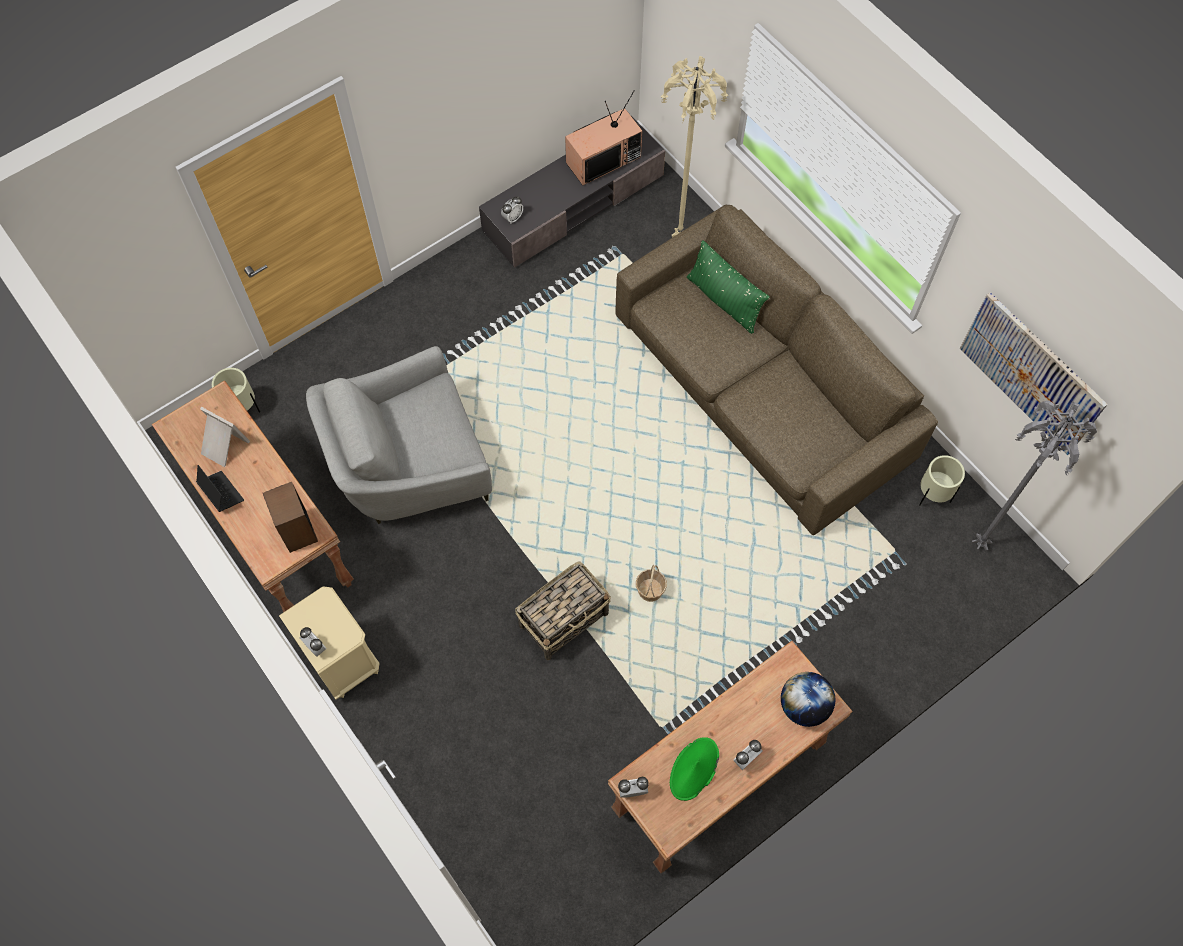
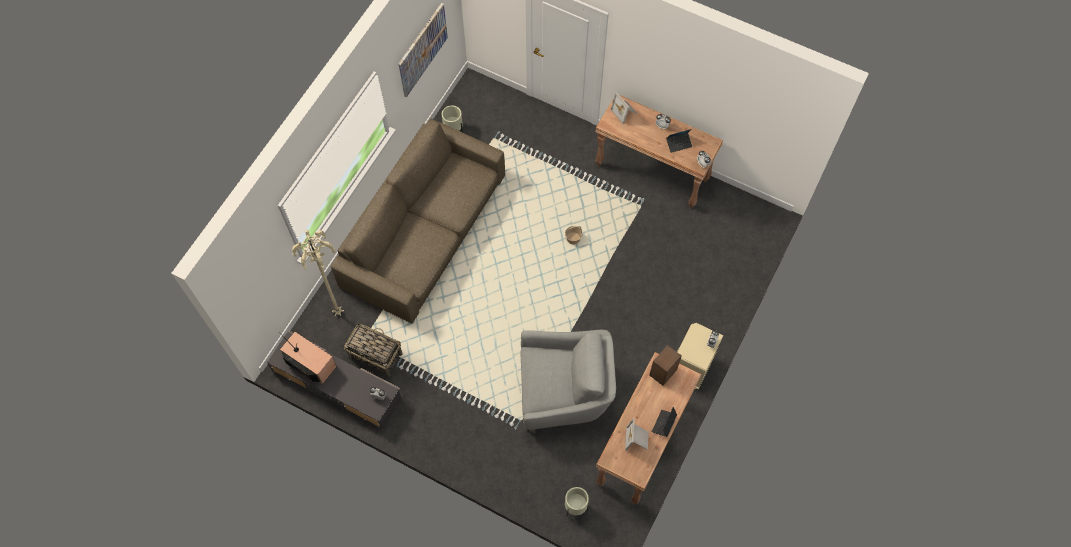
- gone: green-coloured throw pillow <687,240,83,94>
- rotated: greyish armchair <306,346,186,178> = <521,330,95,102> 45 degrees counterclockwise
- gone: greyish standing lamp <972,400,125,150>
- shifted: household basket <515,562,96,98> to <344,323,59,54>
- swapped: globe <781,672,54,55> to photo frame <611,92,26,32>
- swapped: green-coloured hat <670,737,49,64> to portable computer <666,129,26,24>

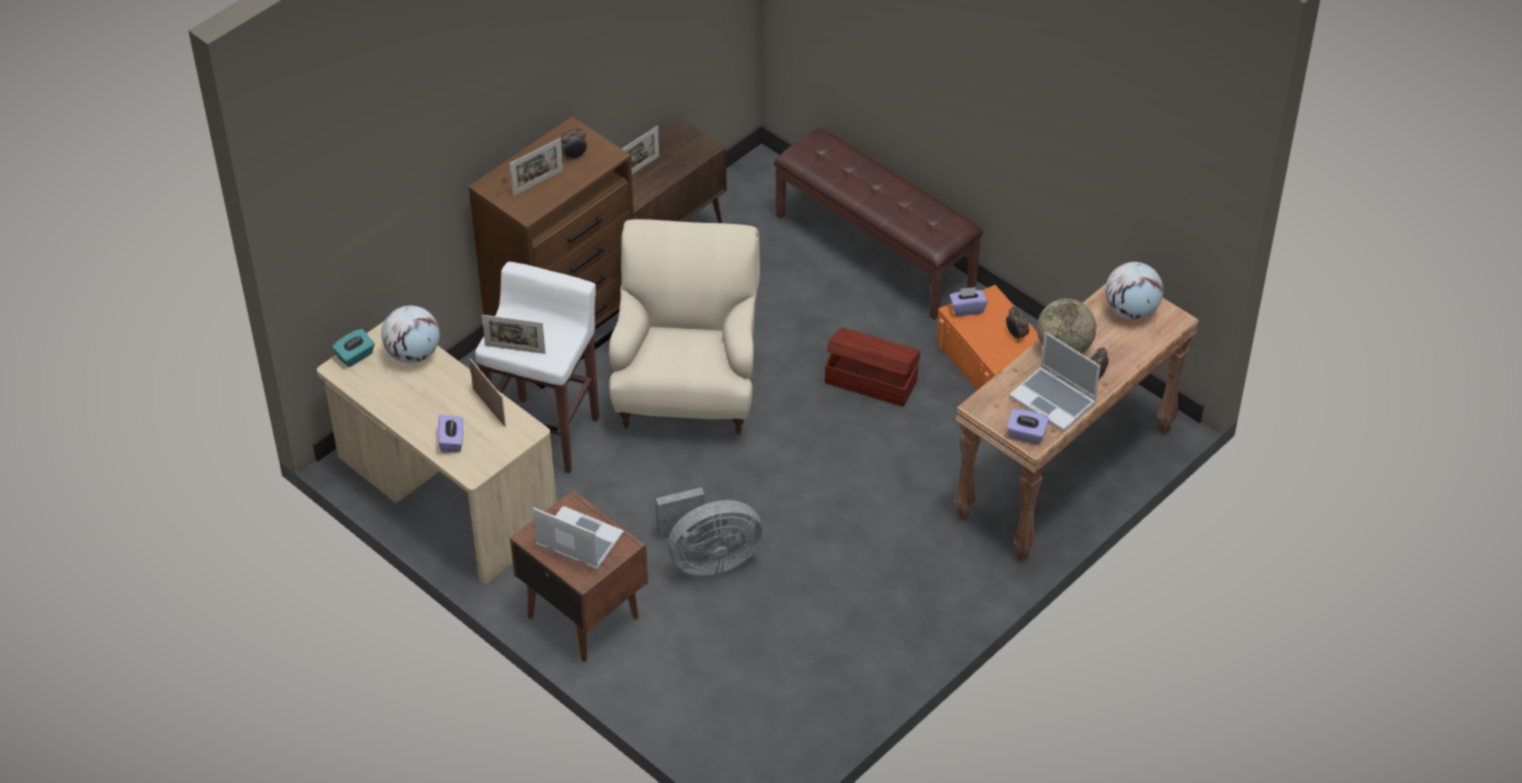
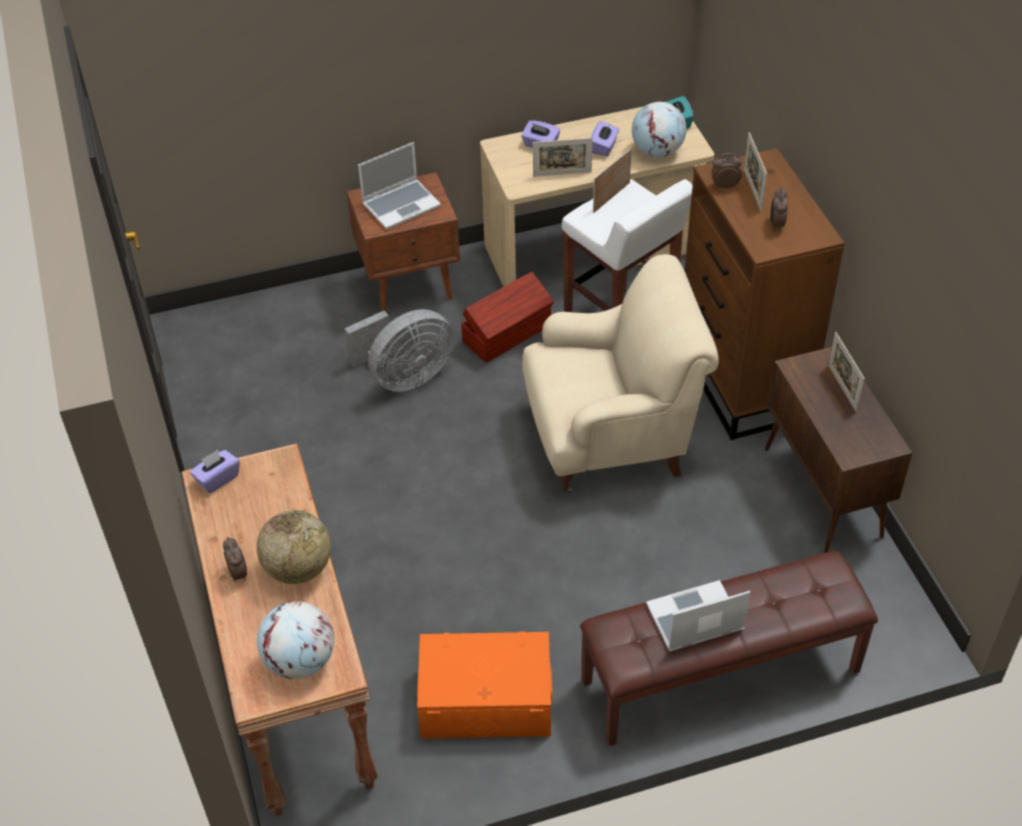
- rotated: sand-coloured armchair <609,219,151,216> = <522,254,197,239> 45 degrees counterclockwise
- shifted: purplish tissue box <949,287,39,29> to <591,121,28,35>
- shifted: alarm clock <1006,306,23,36> to <712,153,30,36>
- shifted: brown storage box <825,327,96,80> to <461,271,93,92>
- shifted: portable computer <1009,332,91,99> to <646,580,104,72>
- rotated: greyish fan <656,487,107,89> = <344,309,110,83> 135 degrees counterclockwise

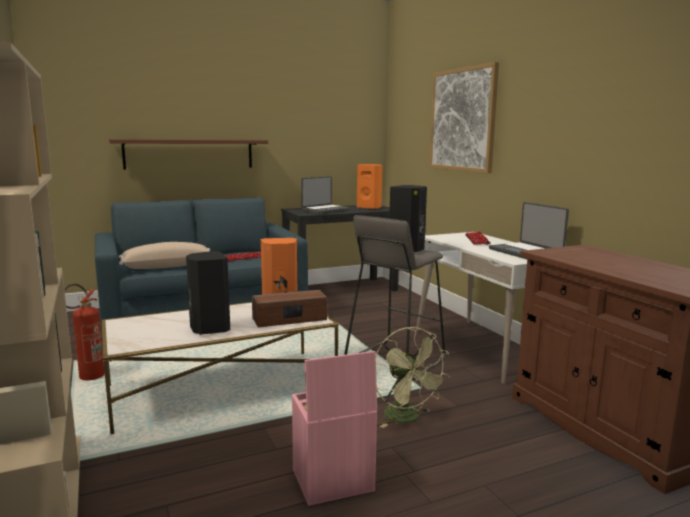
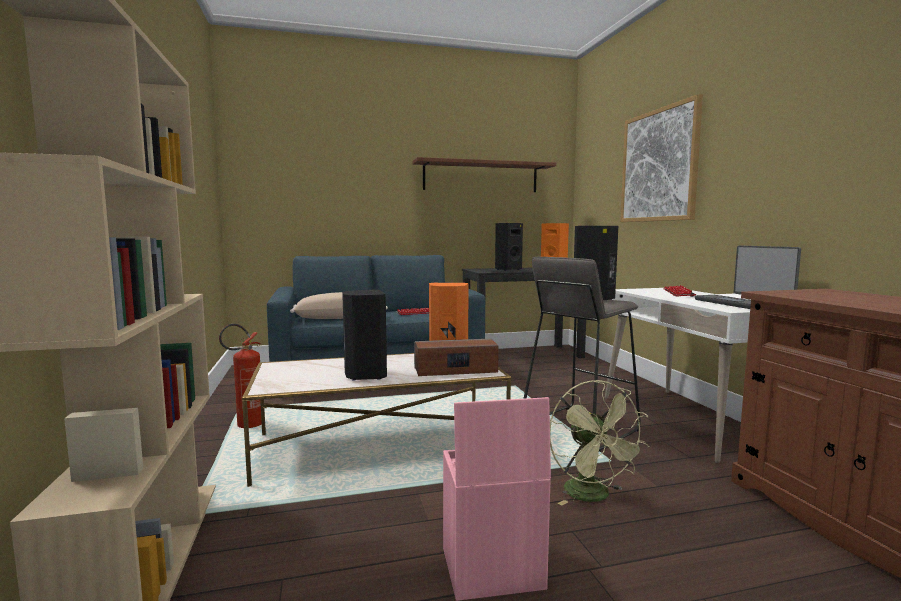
- shifted: brown bracket shelf <109,139,159,31> to <412,157,145,35>
- swapped: portable computer <301,176,50,38> to blackish speaker <495,223,28,48>

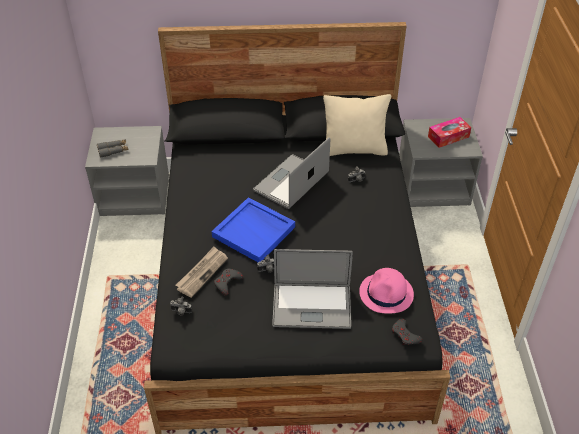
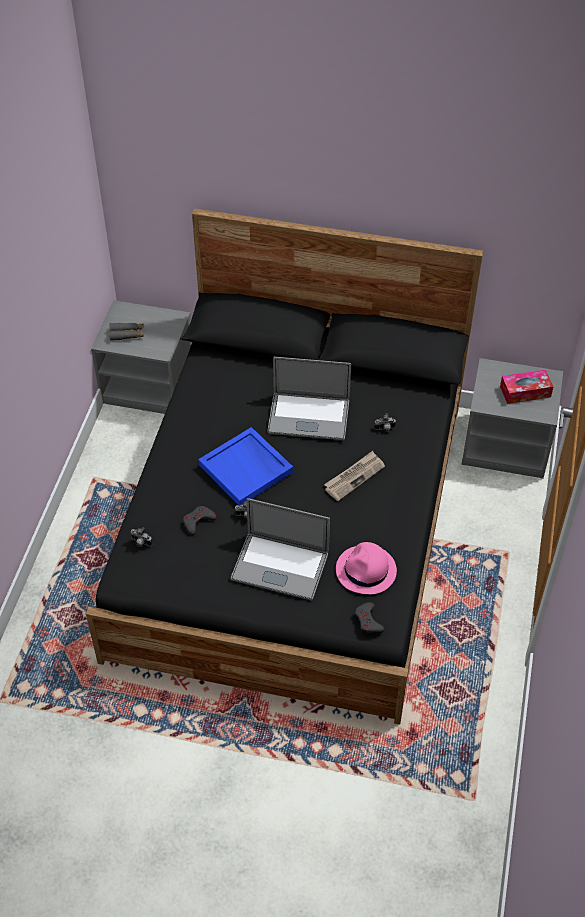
- gone: sand-coloured throw pillow <323,94,68,62>
- rotated: portable computer <253,137,77,72> = <267,357,84,83> 135 degrees counterclockwise
- shifted: newspaper <176,247,52,51> to <324,451,61,50>

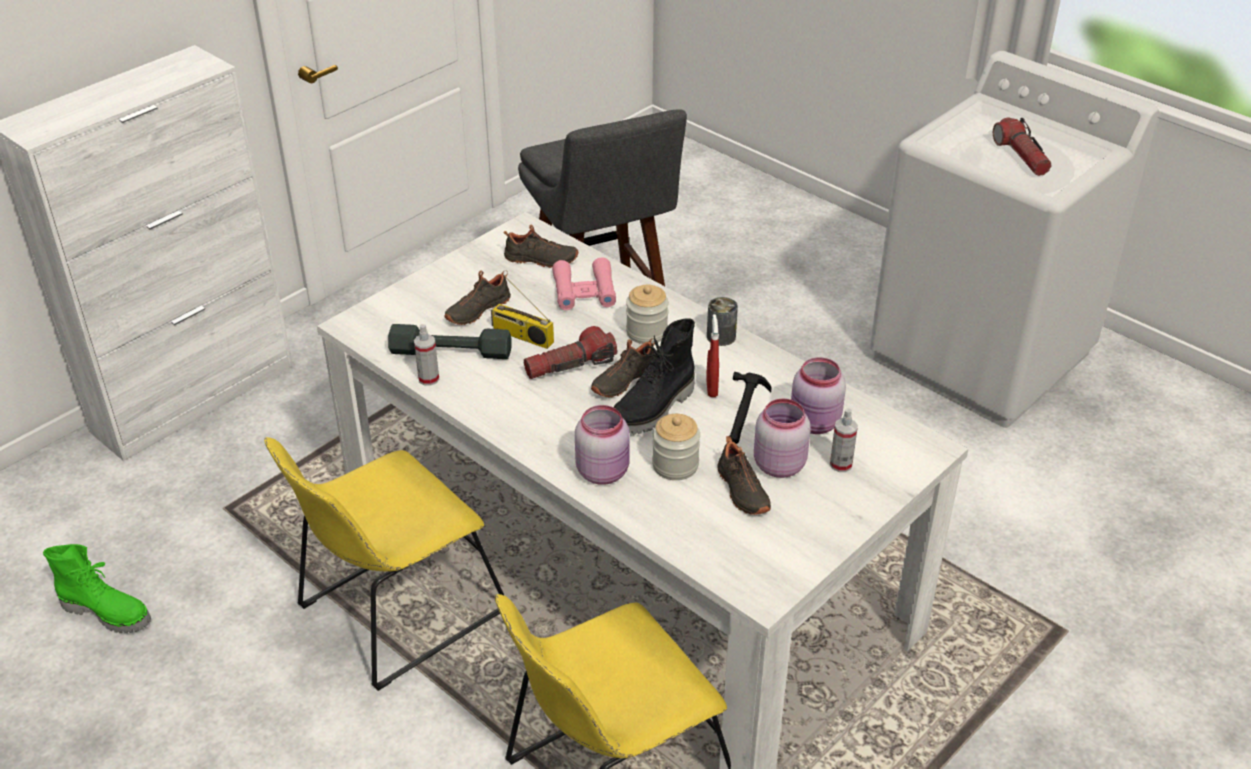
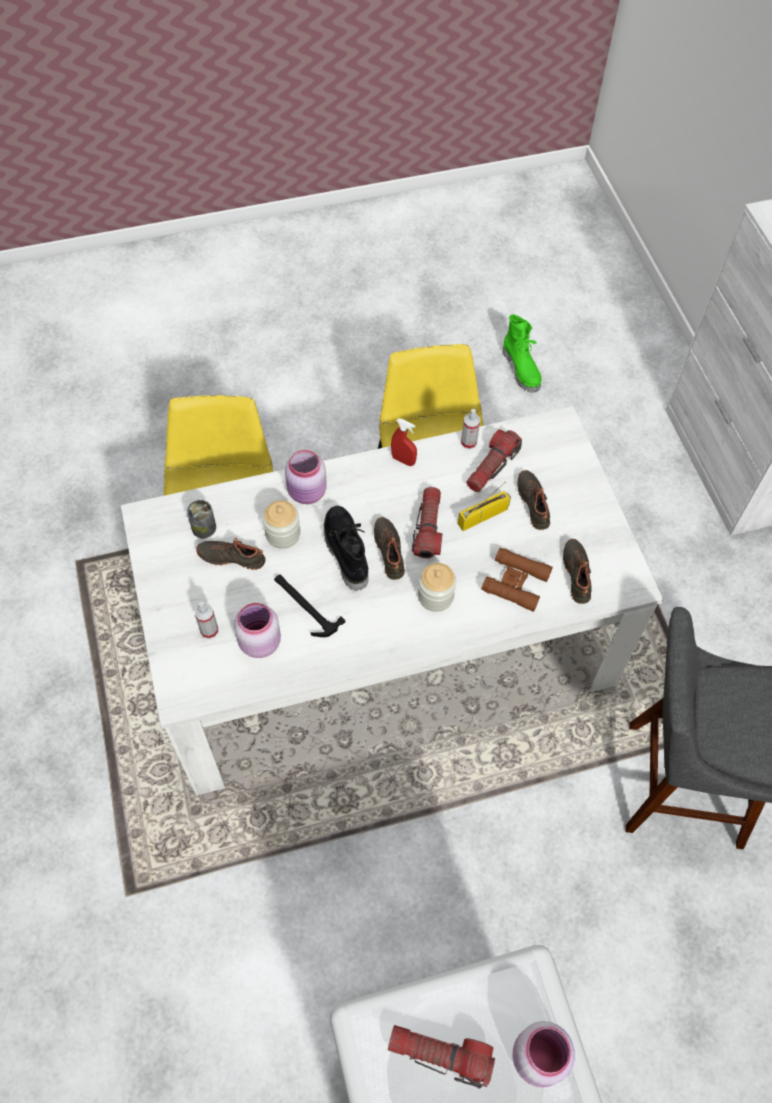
- rotated: blackish item of footwear <503,225,75,43> = <563,539,29,65> 135 degrees clockwise
- repainted: pink binoculars <552,258,64,52> to brown binoculars <481,548,72,64>
- shifted: can <707,297,31,49> to <187,500,29,38>
- shifted: red-coloured hand sprayer <706,314,13,83> to <391,418,26,48>
- swapped: greyish free weight <388,324,124,35> to hand torch <466,429,56,63>
- shifted: pink storage jar <754,399,57,79> to <512,1021,63,66>
- rotated: green-coloured high-top boot <43,544,108,89> = <502,314,40,78> 75 degrees counterclockwise

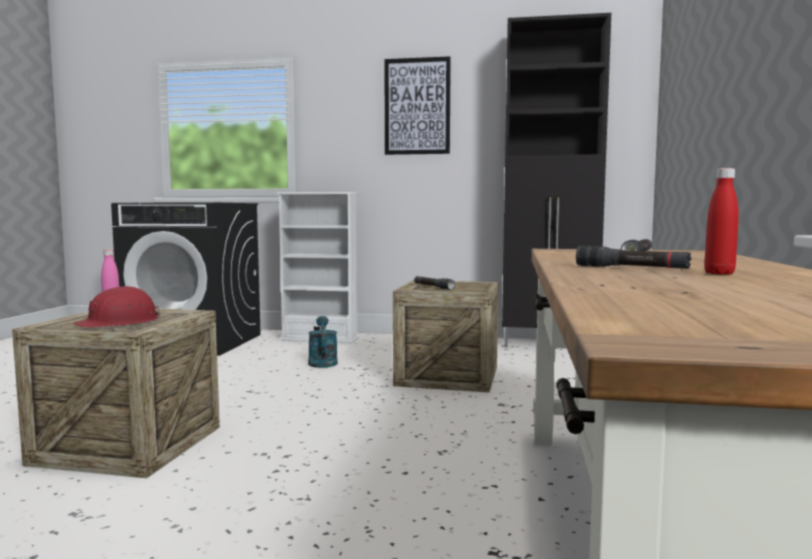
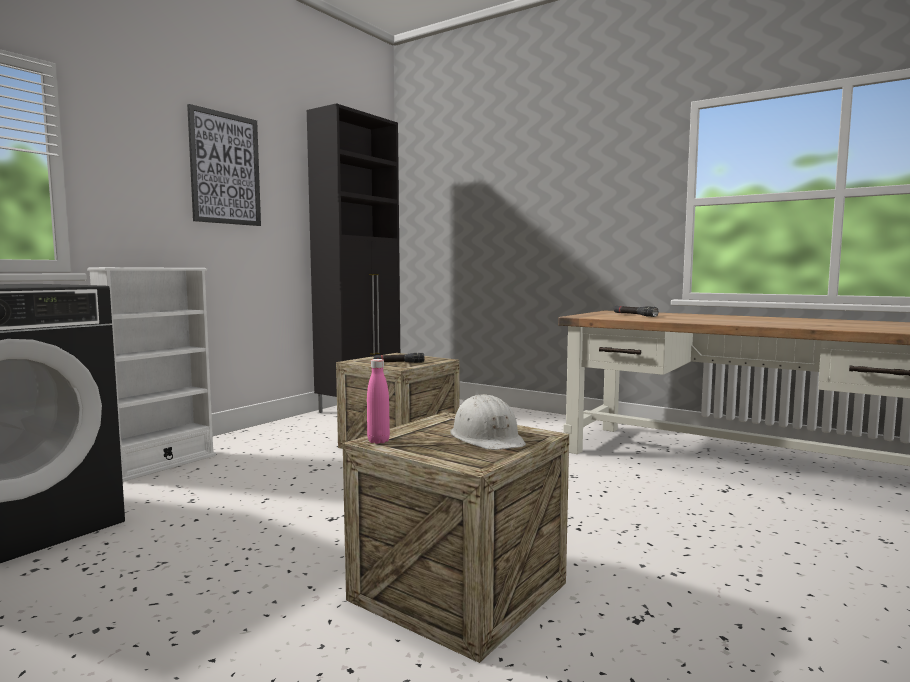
- gone: red-coloured bottle <704,168,35,107>
- gone: blackish hand torch <576,246,116,23>
- repainted: red-coloured safety helmet <73,286,87,42> to white-coloured safety helmet <450,394,76,56>
- gone: turquoise-coloured watering can <308,316,30,52>

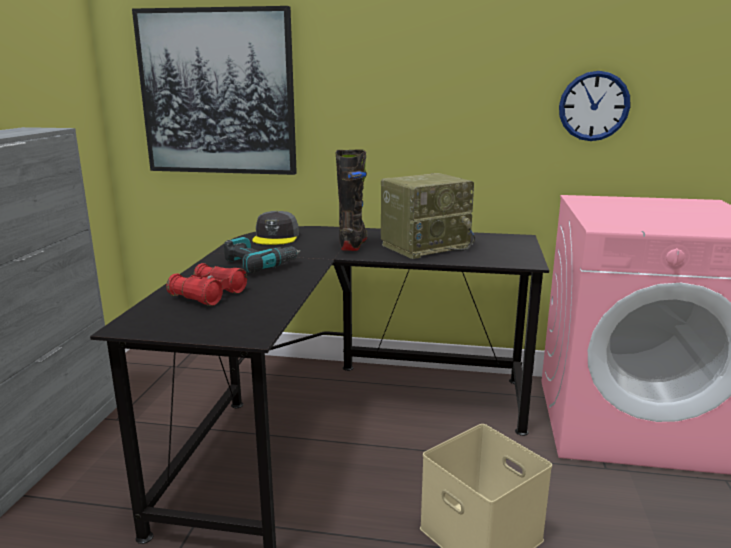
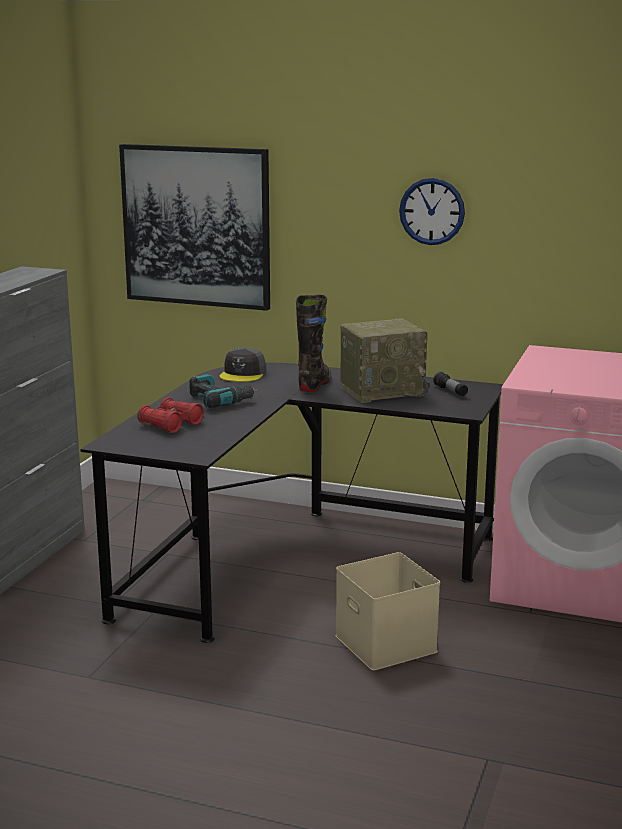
- shifted: hanging clock <559,71,71,70> to <399,178,66,67>
- new: hand torch <433,372,35,24>

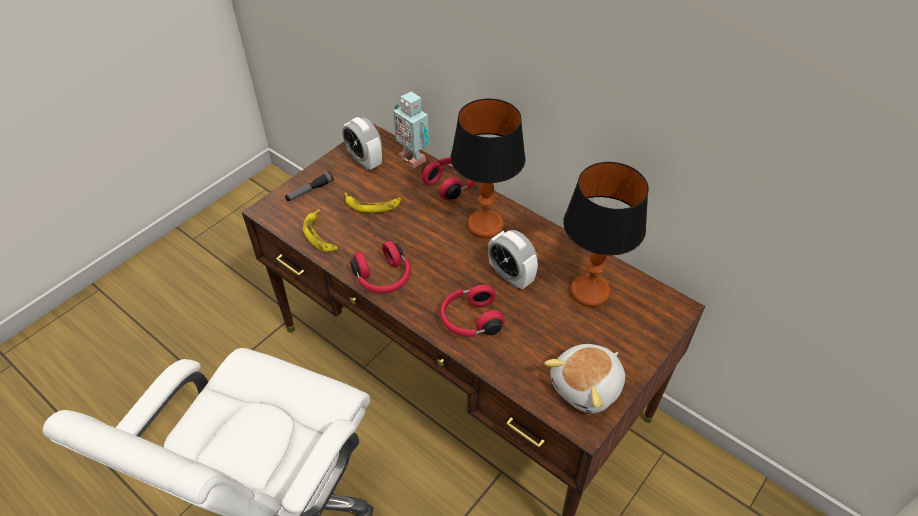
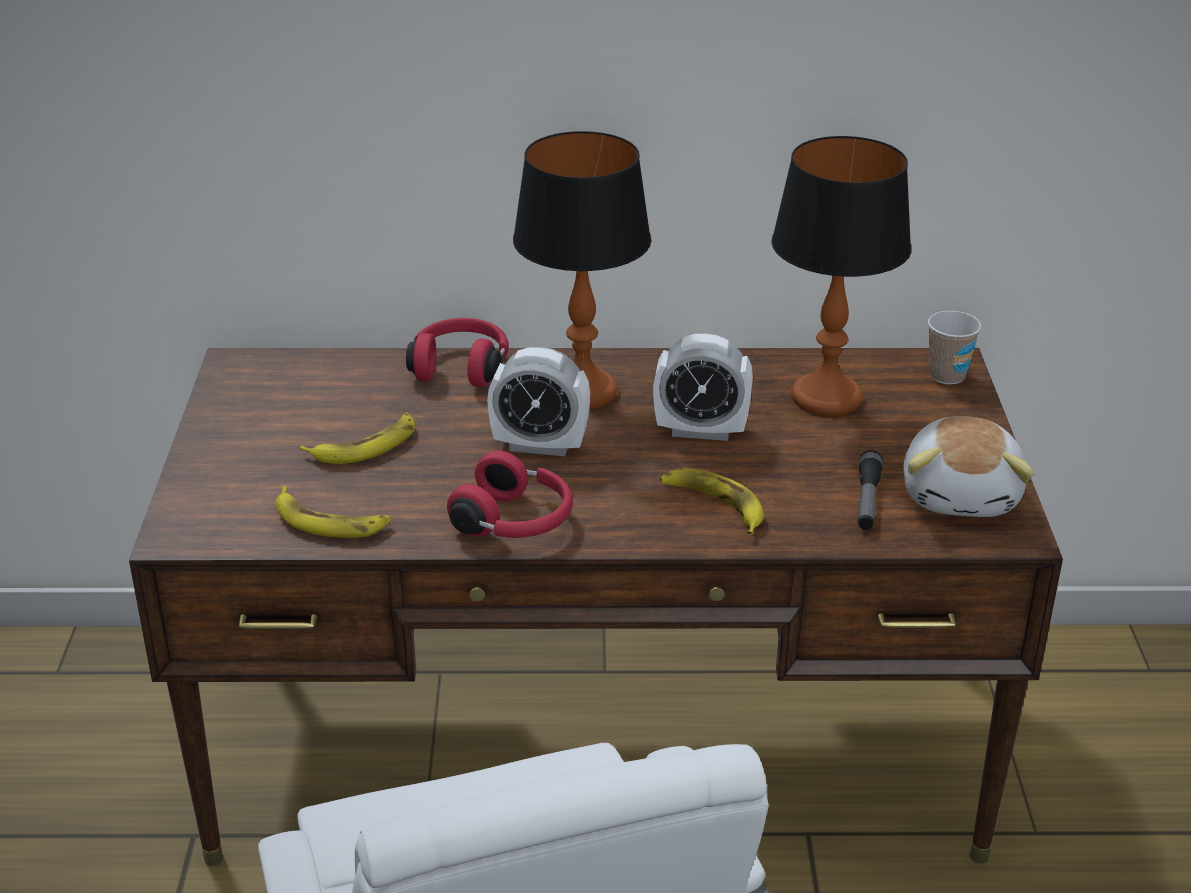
- gone: robot figure <393,91,36,78>
- shifted: alarm clock <342,117,40,53> to <487,347,103,109>
- shifted: hand torch <285,172,49,30> to <858,450,25,80>
- swapped: red-coloured headset <440,283,65,54> to whole banana <660,468,104,67>
- new: small cup <928,311,53,74>

